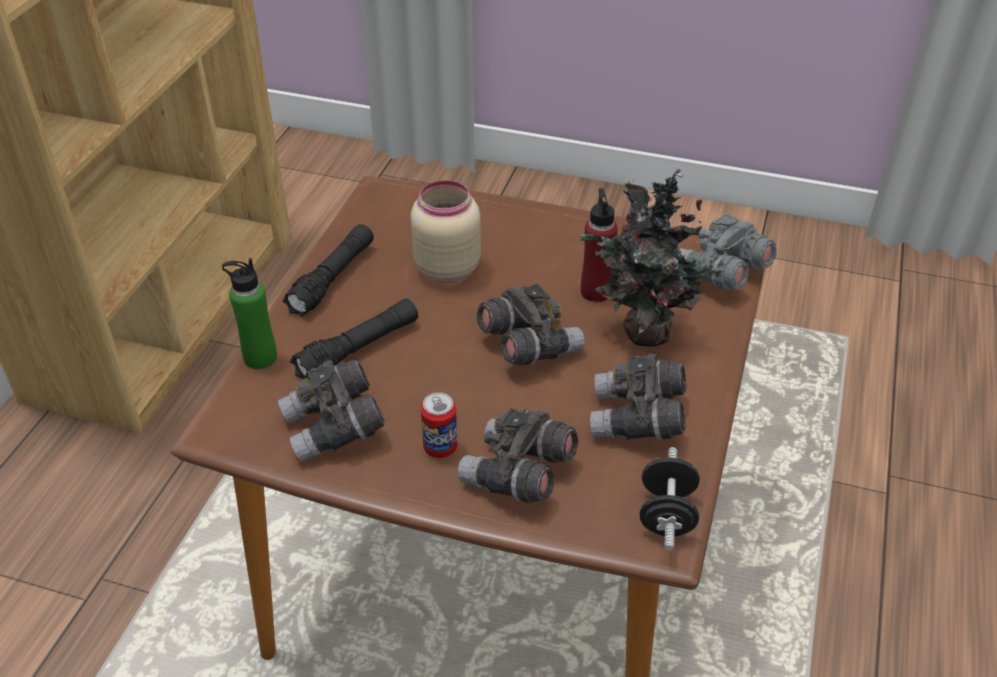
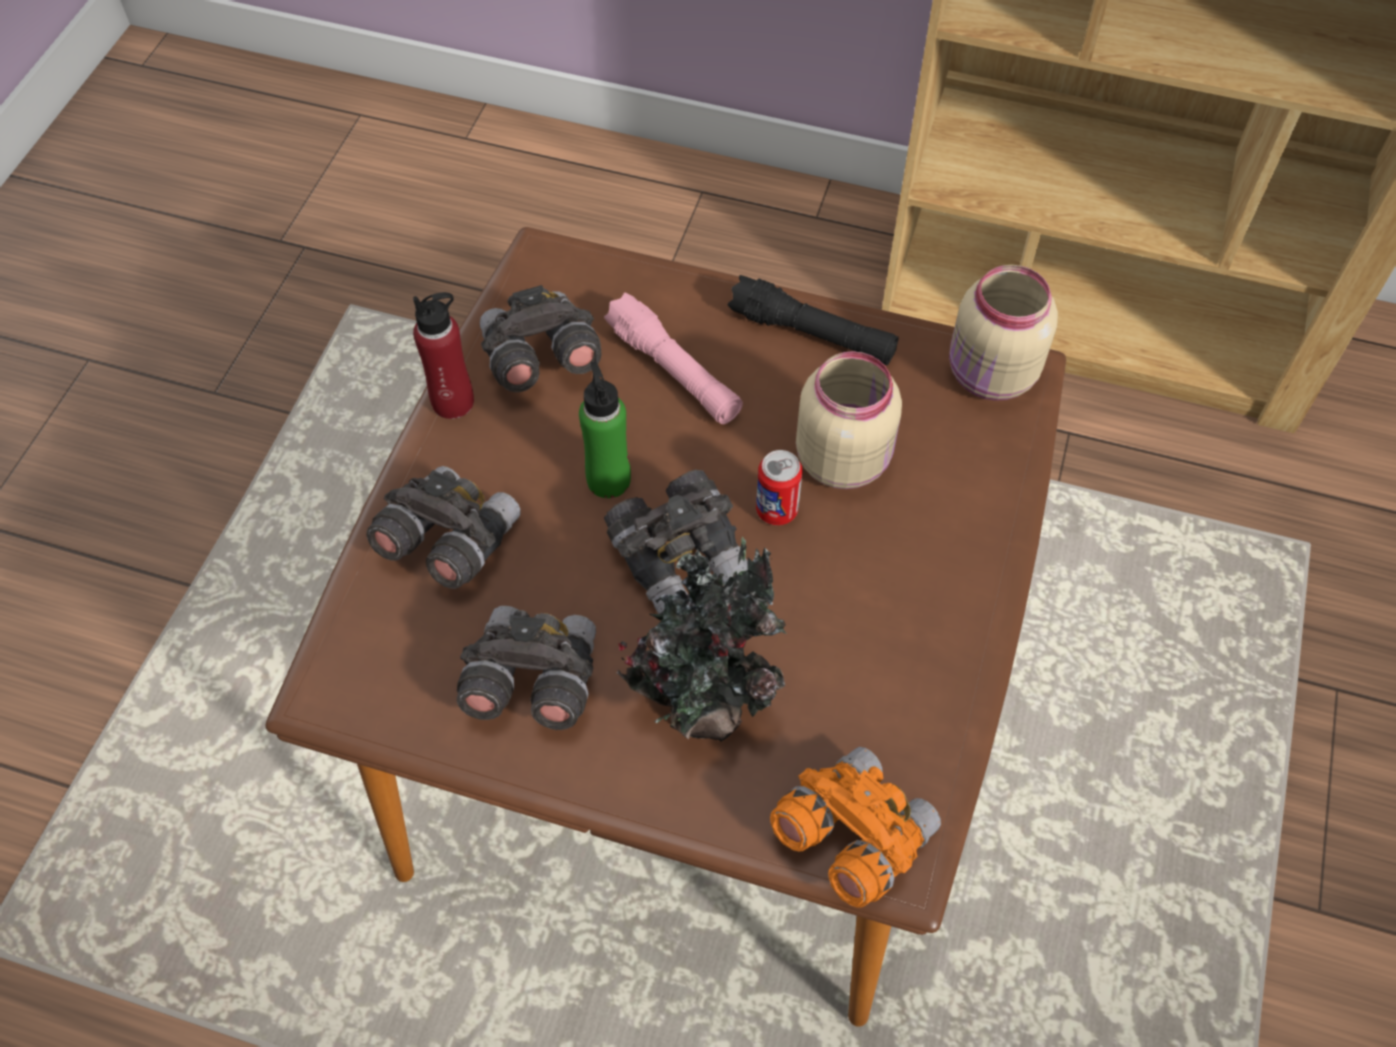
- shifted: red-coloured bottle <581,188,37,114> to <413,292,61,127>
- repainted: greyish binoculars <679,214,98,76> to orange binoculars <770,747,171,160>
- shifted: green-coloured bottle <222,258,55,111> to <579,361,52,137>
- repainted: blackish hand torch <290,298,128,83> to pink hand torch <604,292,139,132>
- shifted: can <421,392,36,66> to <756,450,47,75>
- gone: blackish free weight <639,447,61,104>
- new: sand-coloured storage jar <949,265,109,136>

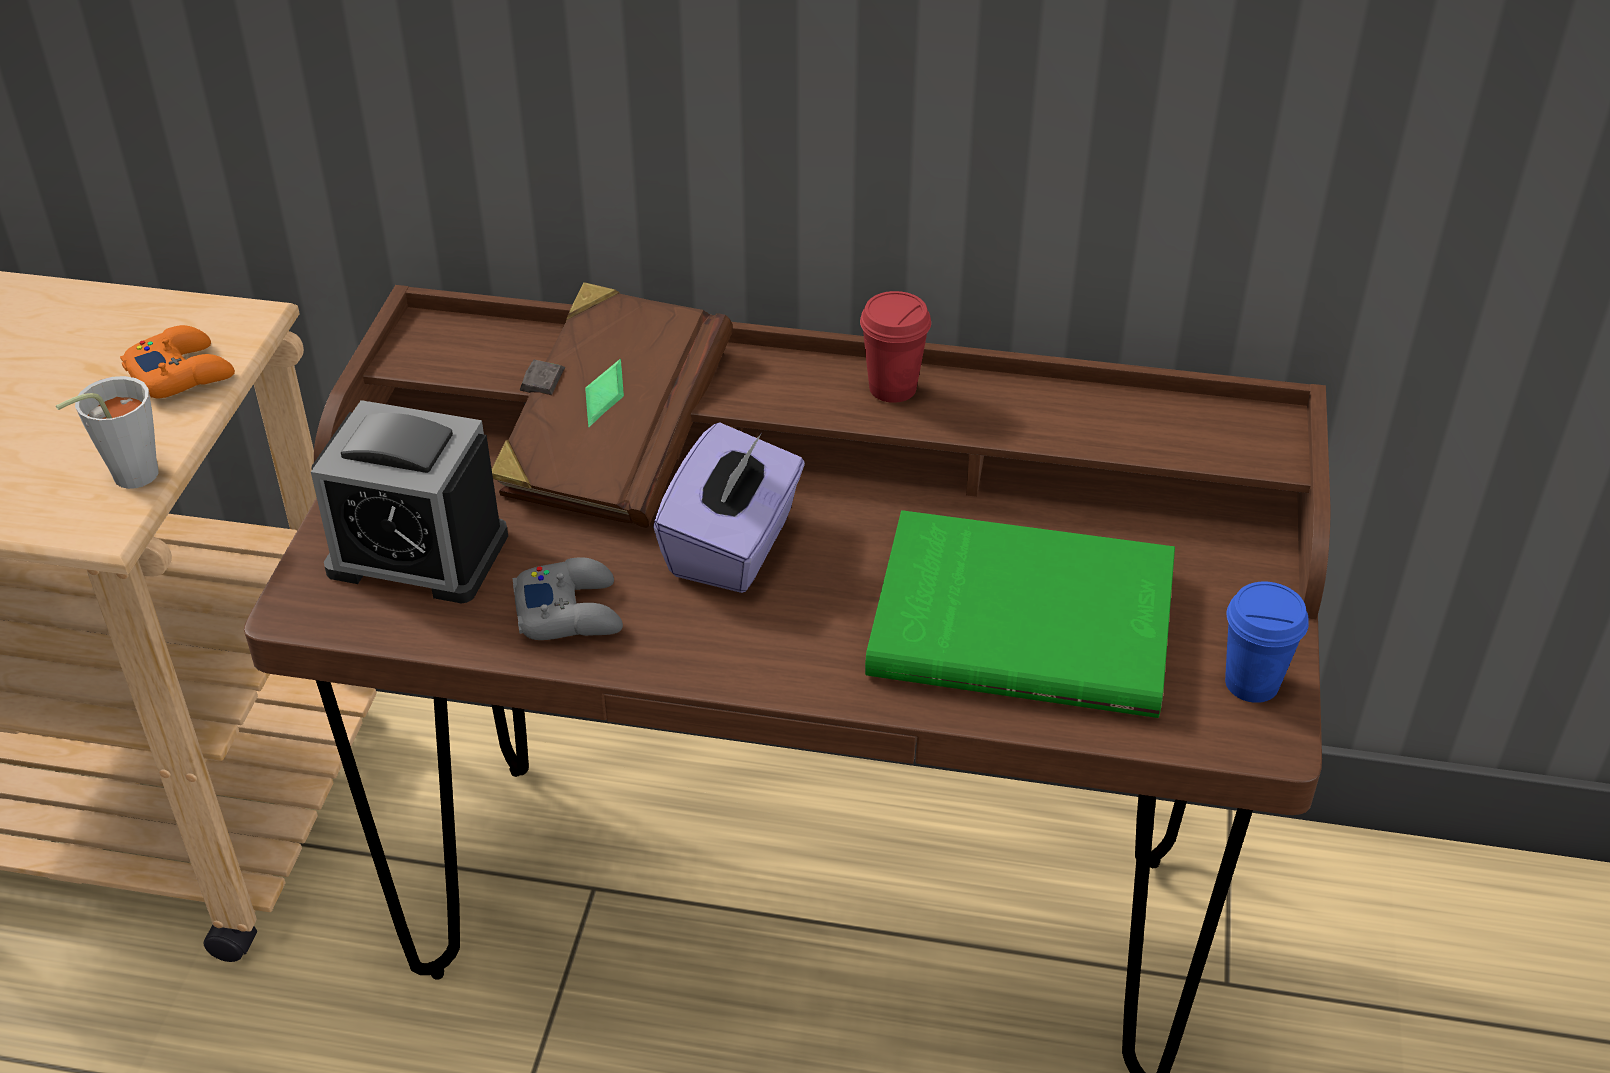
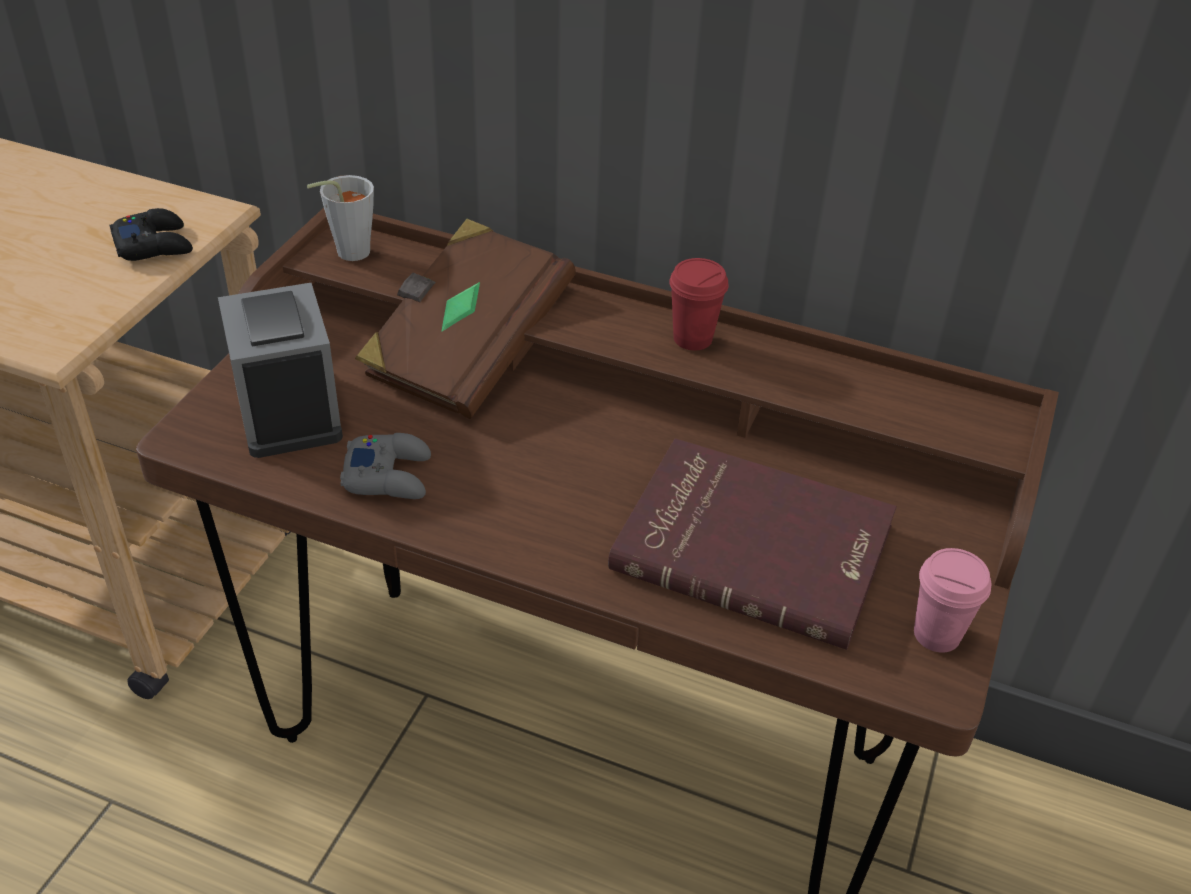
- repainted: orange gamepad <120,325,115,74> to blackish gamepad <110,208,83,53>
- shifted: greyish small cup <56,376,102,113> to <307,175,67,86>
- rotated: alarm clock <311,400,197,204> = <218,283,125,175> 45 degrees clockwise
- gone: purplish tissue box <653,422,152,171>
- repainted: green-coloured volume <865,510,310,208> to red-coloured volume <608,438,289,212>
- repainted: blue small cup <1225,582,84,121> to pink small cup <914,548,77,104>

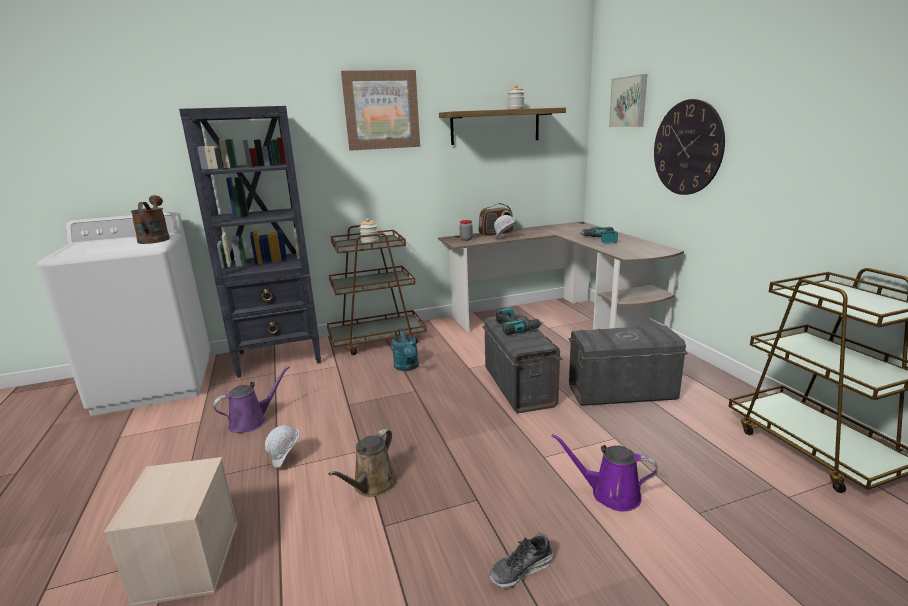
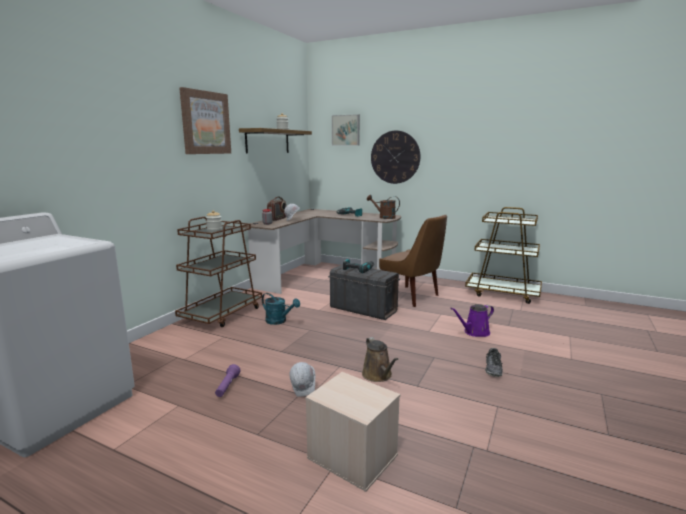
- gone: blackish shelving unit <179,106,142,272>
- shifted: brown watering can <131,195,39,49> to <367,195,33,24>
- swapped: greyish storage box <569,325,119,81> to brown plain chair <379,215,68,92>
- swapped: purplish watering can <213,366,76,67> to purplish hand torch <215,364,25,33>

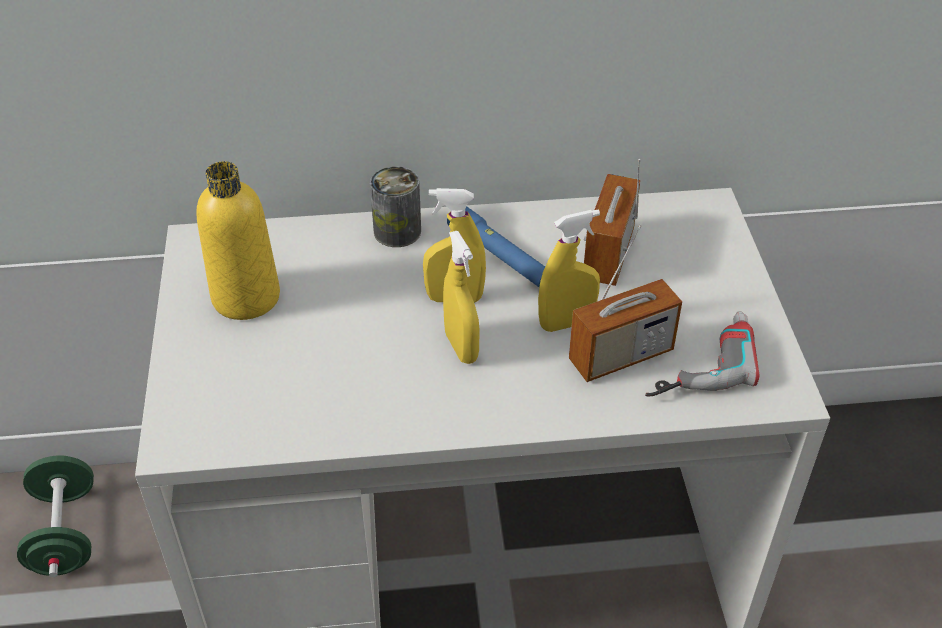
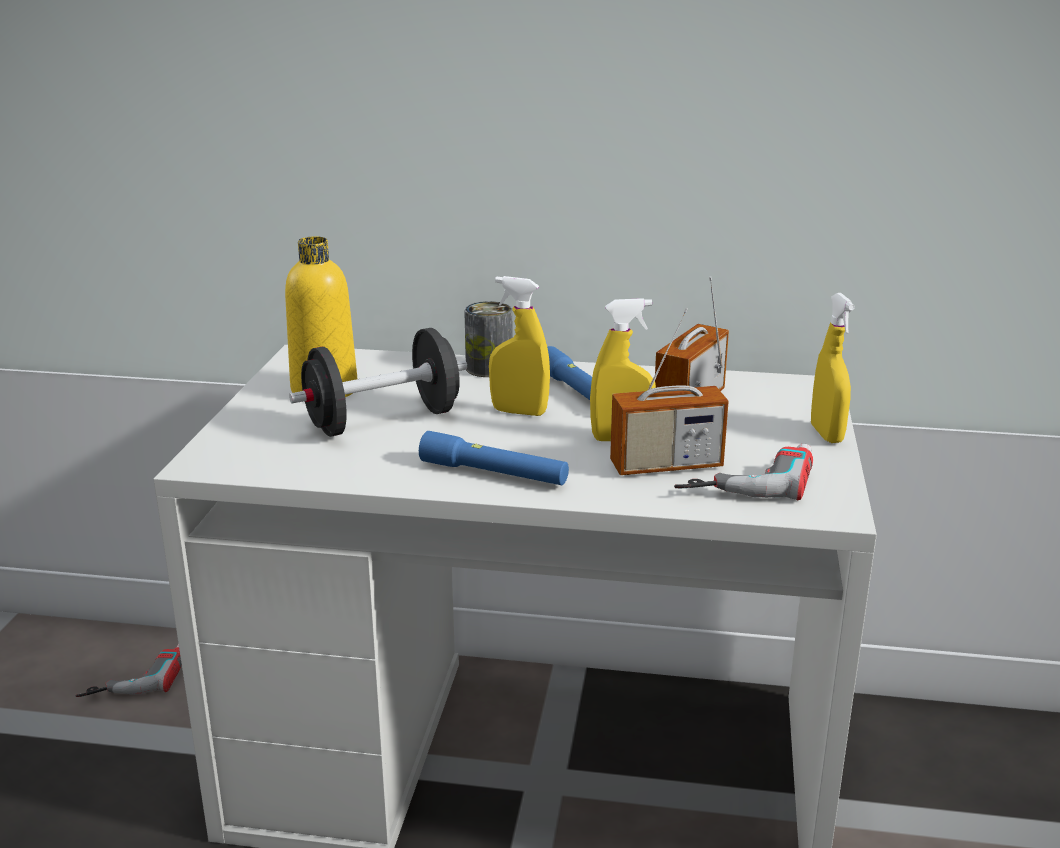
- shifted: yellow-coloured hand sprayer <443,231,37,133> to <811,293,44,150>
- swapped: green-coloured free weight <17,455,77,122> to electric drill <75,644,107,53>
- new: blackish free weight <289,328,178,109>
- new: blue hand torch <419,431,150,54>

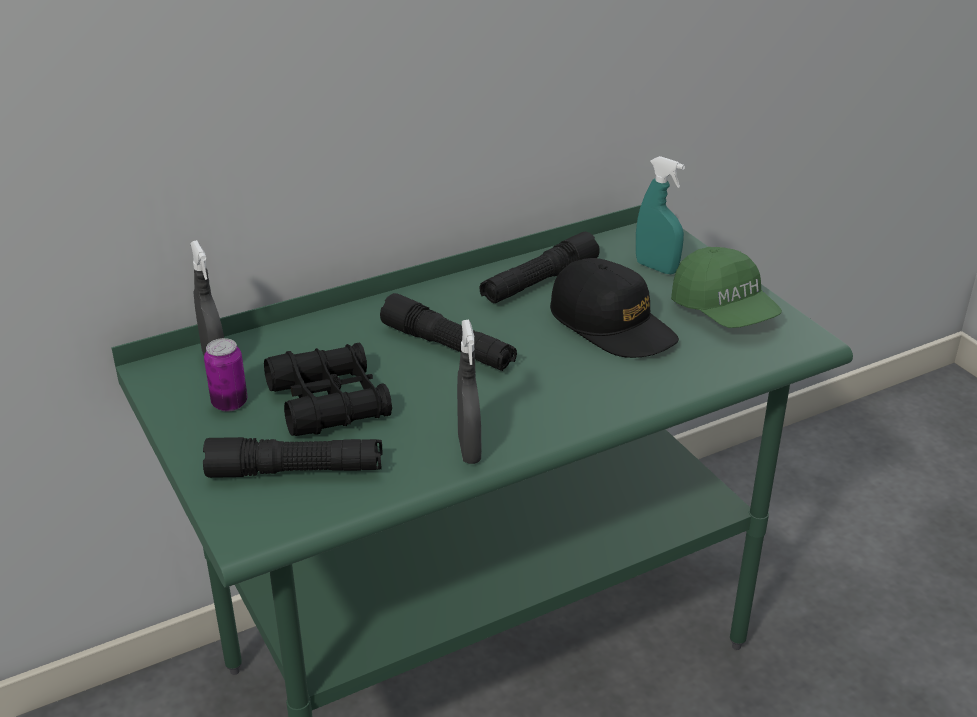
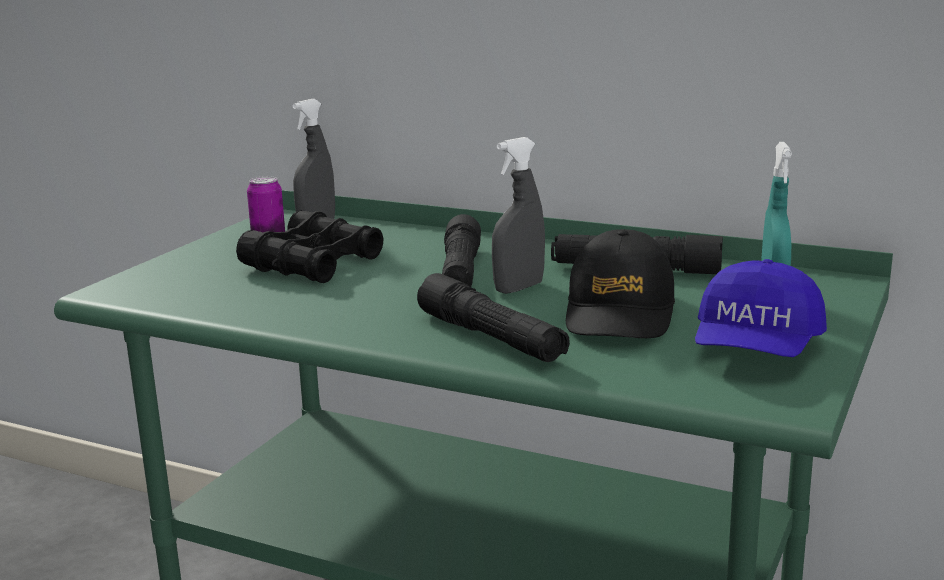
- repainted: green-coloured cap <671,247,111,81> to blue cap <695,259,132,98>
- shifted: greyish hand sprayer <457,320,24,144> to <492,137,53,157>
- shifted: blackish hand torch <203,437,179,41> to <417,273,153,89>

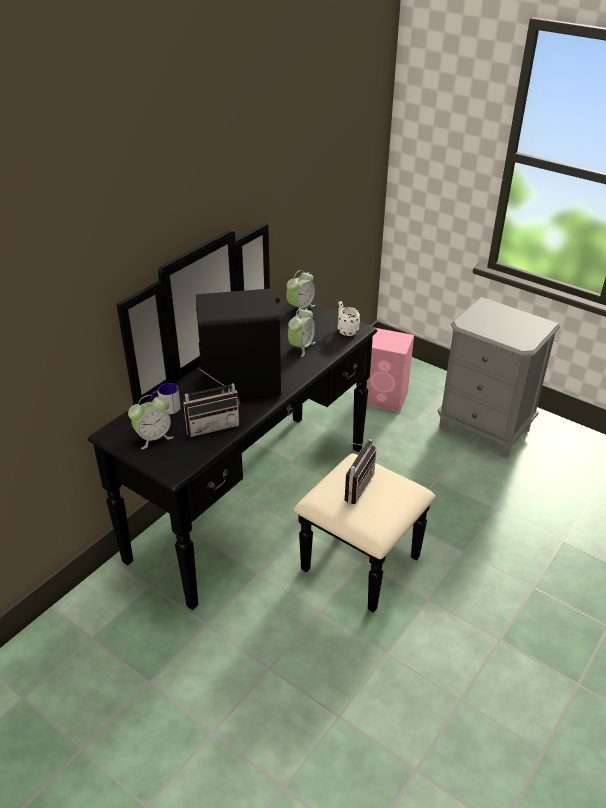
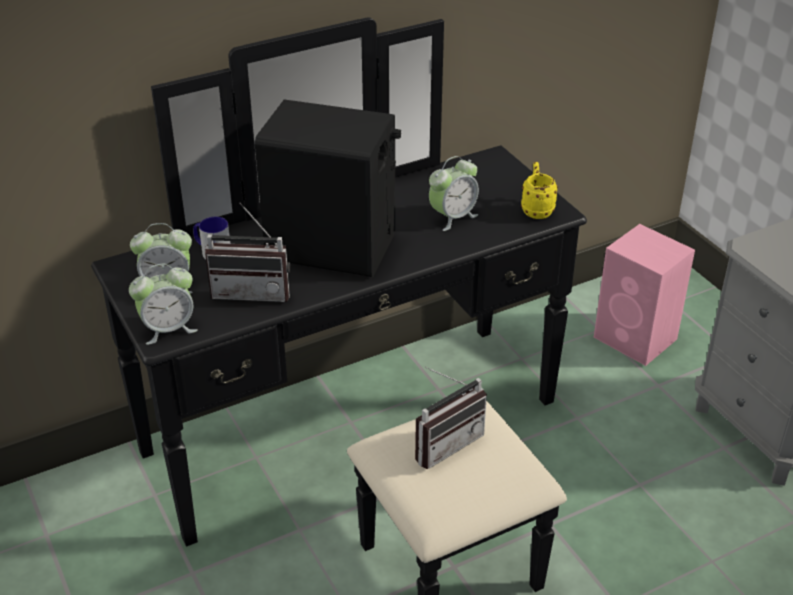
- shifted: alarm clock <286,270,29,46> to <129,264,69,81>
- repainted: white-coloured mug <337,301,24,35> to yellow-coloured mug <521,162,37,57>

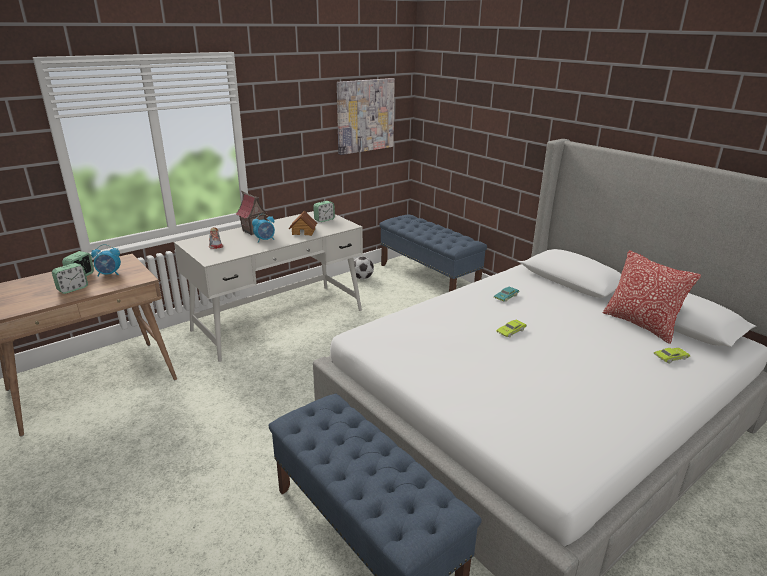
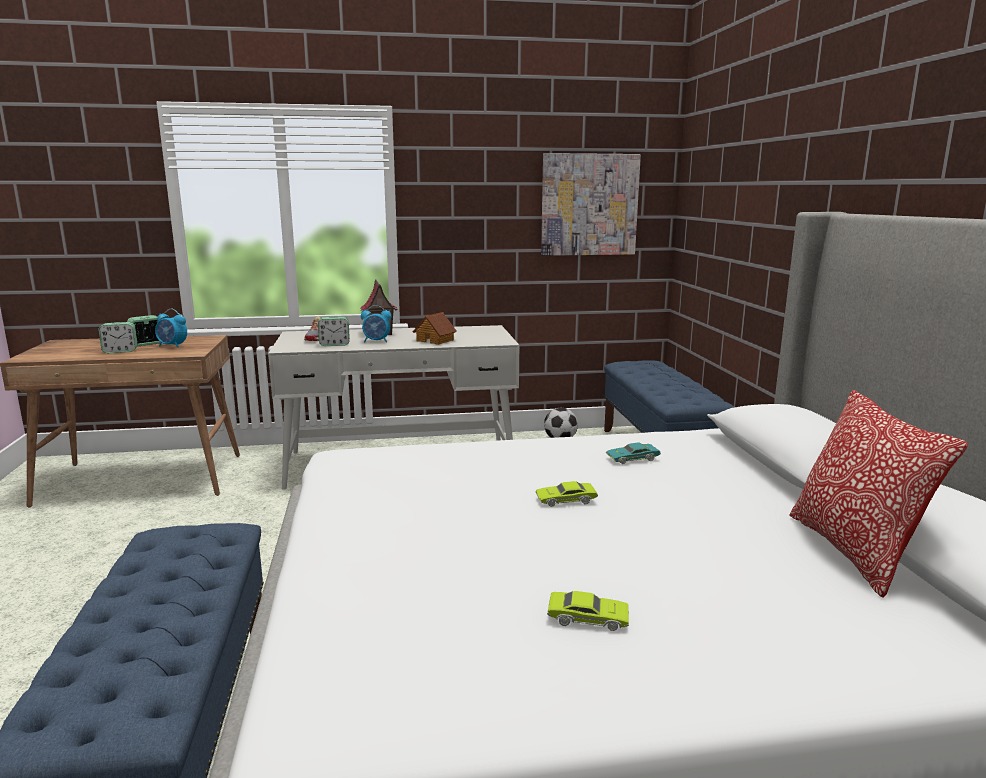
- shifted: alarm clock <313,201,22,21> to <318,317,32,29>
- shifted: green-coloured miniature car <654,348,36,16> to <547,591,82,40>

